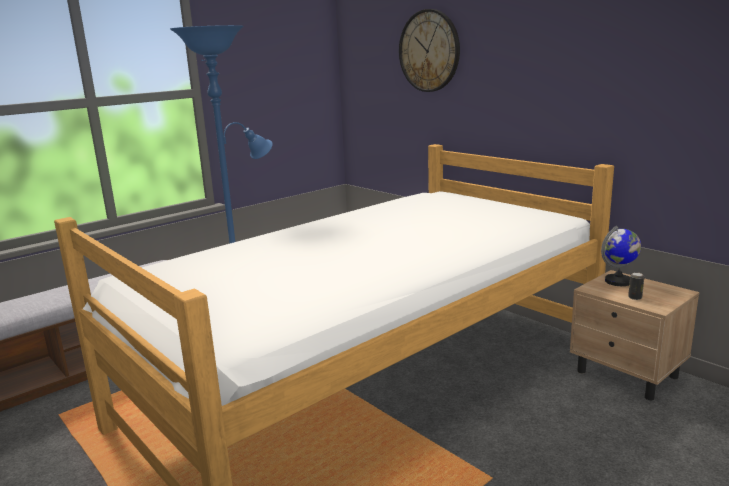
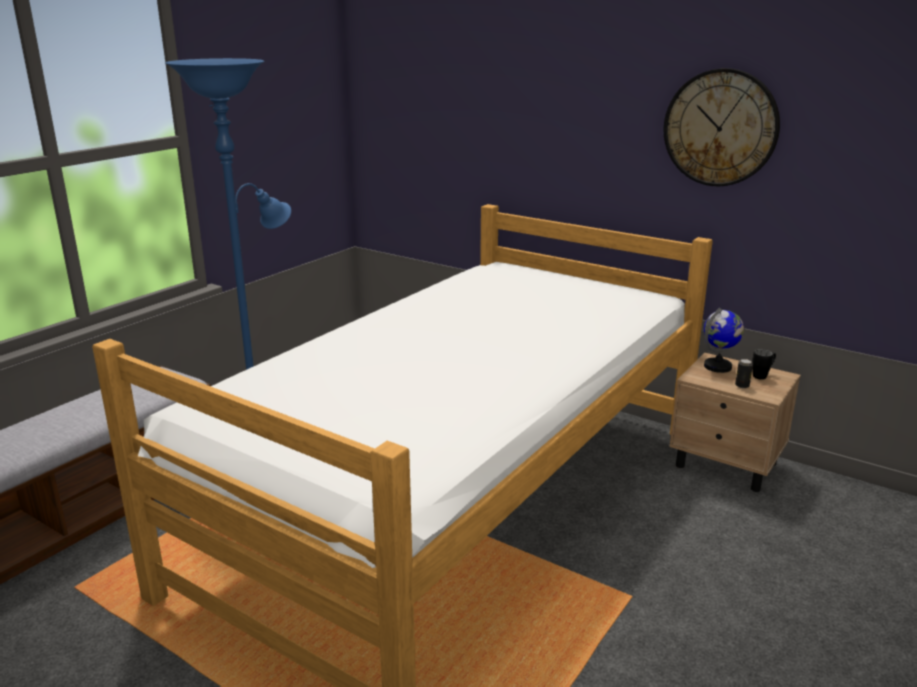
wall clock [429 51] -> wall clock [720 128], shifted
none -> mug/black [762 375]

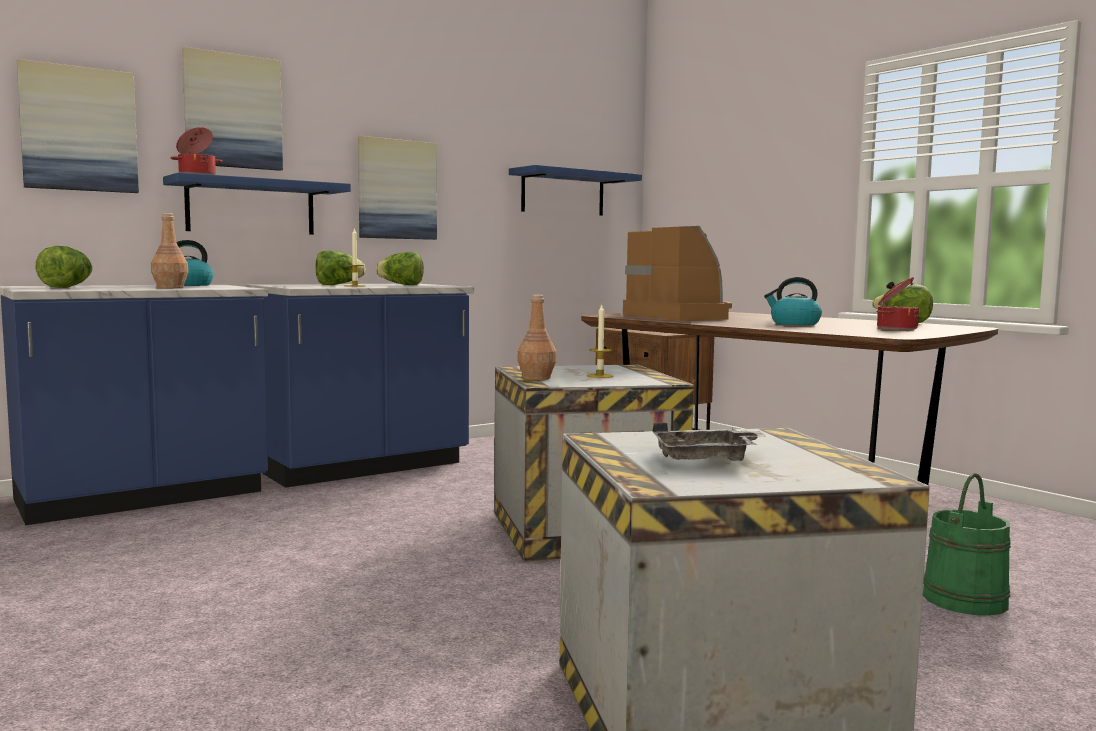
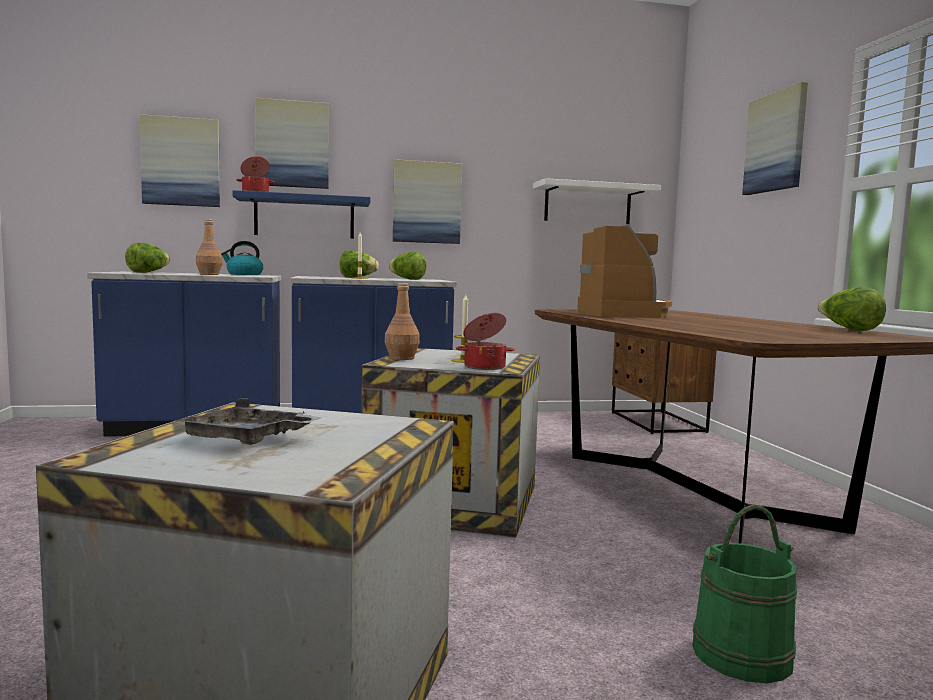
cooking pot [895 328] -> cooking pot [484 367], shifted
shelf/blue [563 193] -> shelf/white [587 204]
none -> picture [775 142]
kettle [794 323] -> none

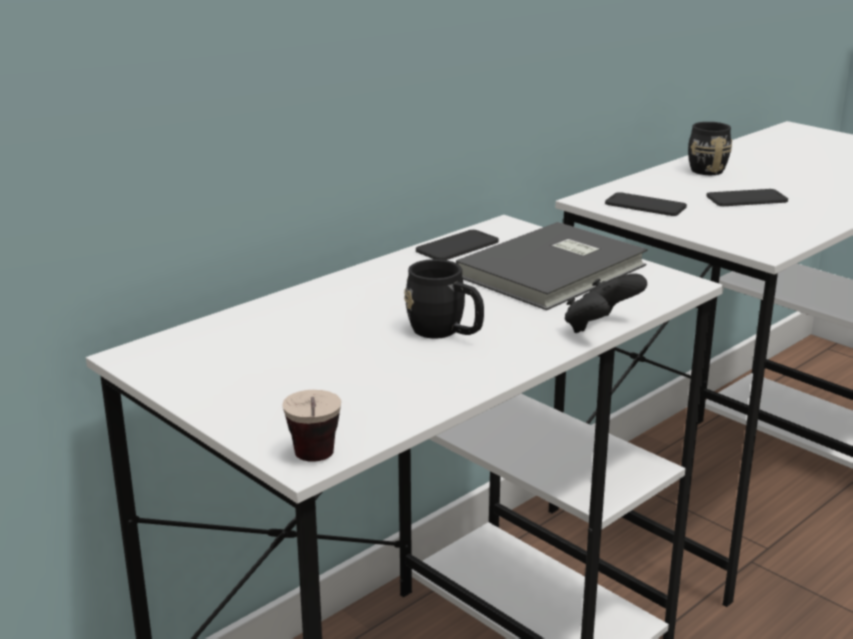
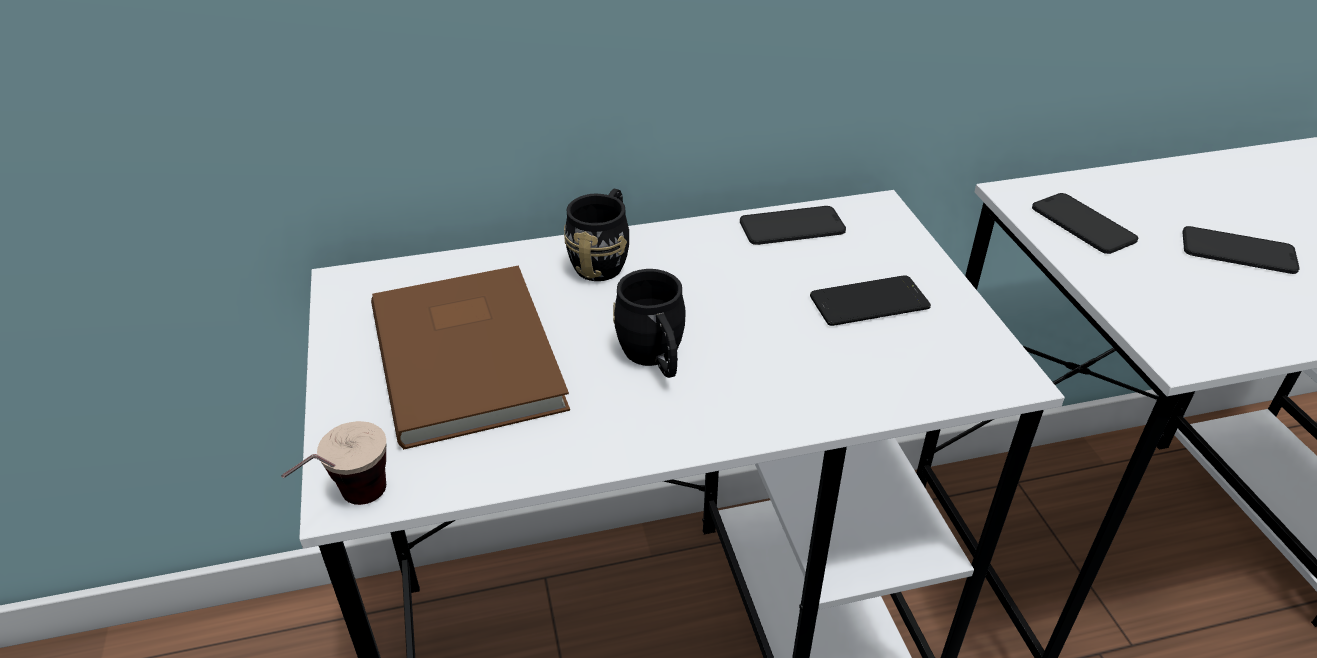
none -> book/brown [472 354]
mug/black [703 168] -> mug/black [604 259], shifted
book/grey [557 271] -> phone [869 302]
game controller/black [600 328] -> none

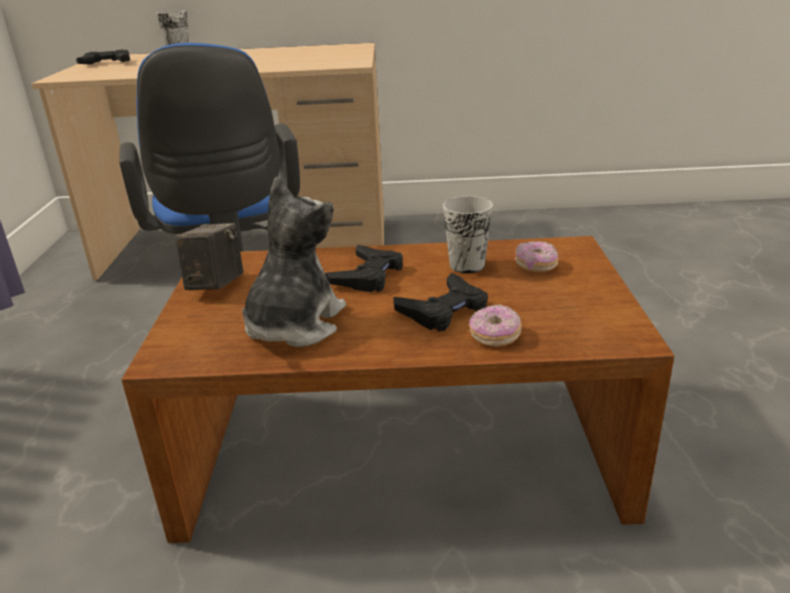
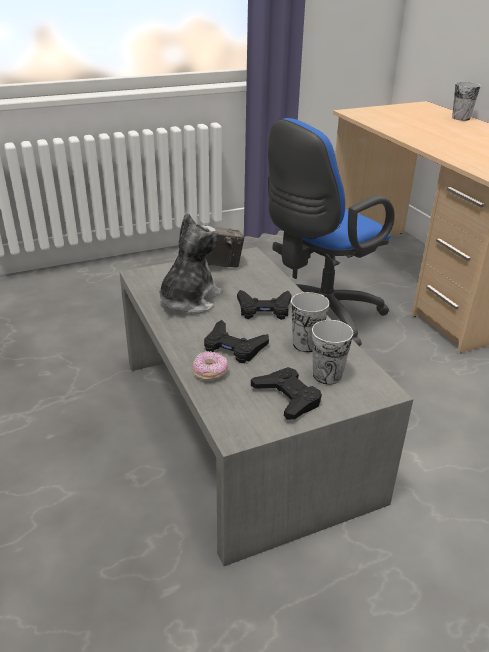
coffee table/brown [402 448] -> coffee table/grey [240 425]
plush toy [294 325] -> plush toy [189 300], 60 degrees counterclockwise
game controller/black [107 63] -> game controller/black [287 397], shifted
donut [536 266] -> cup [327 375]

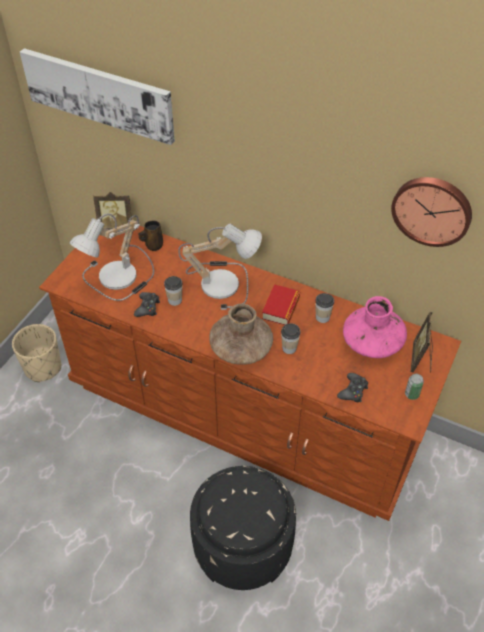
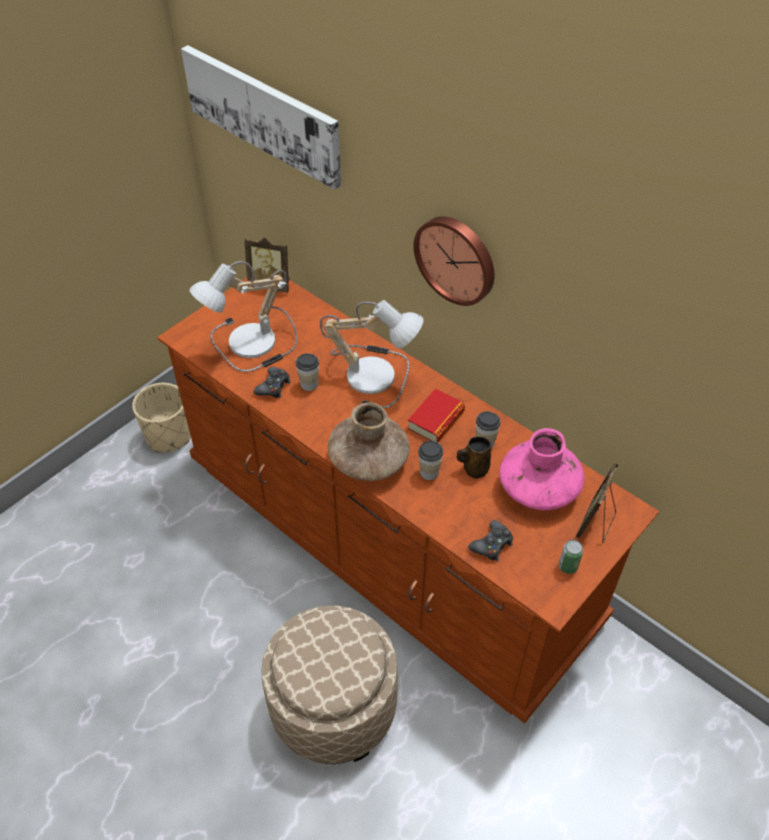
ottoman/black [243 546] -> ottoman/beige [333 707]
wall clock [432 209] -> wall clock [456 259], shifted
mug/brown [153 245] -> mug/brown [474 469], shifted

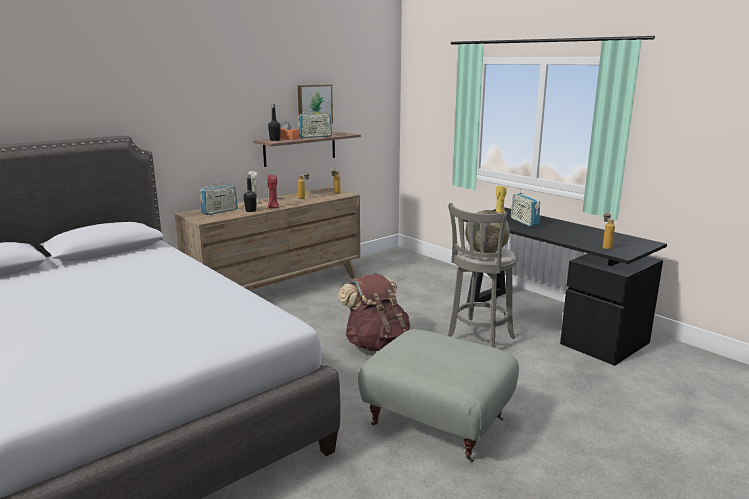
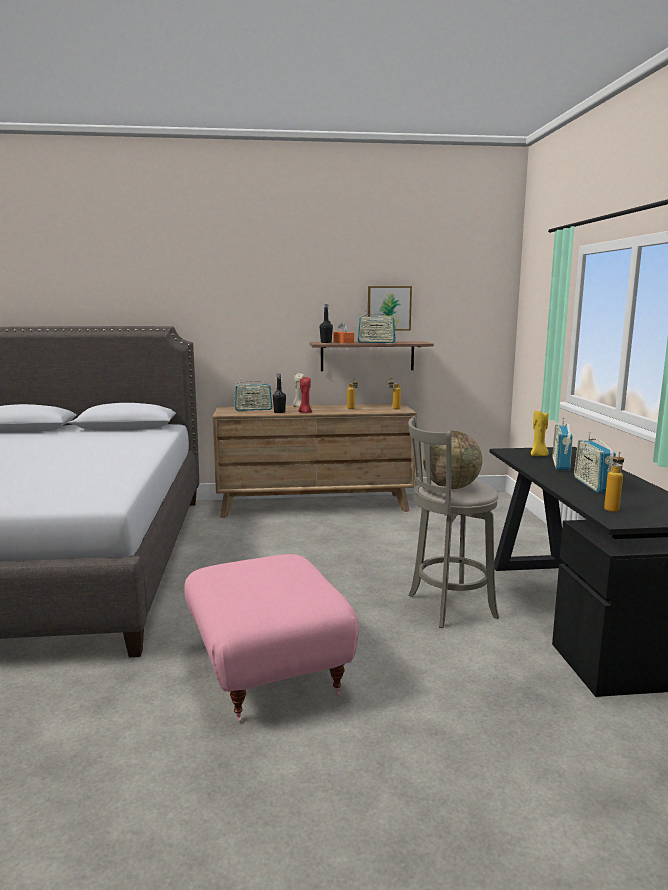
ottoman/grey [436 423] -> ottoman/pink [266 671]
none -> radio [592 485]
backpack/brown [376 344] -> none

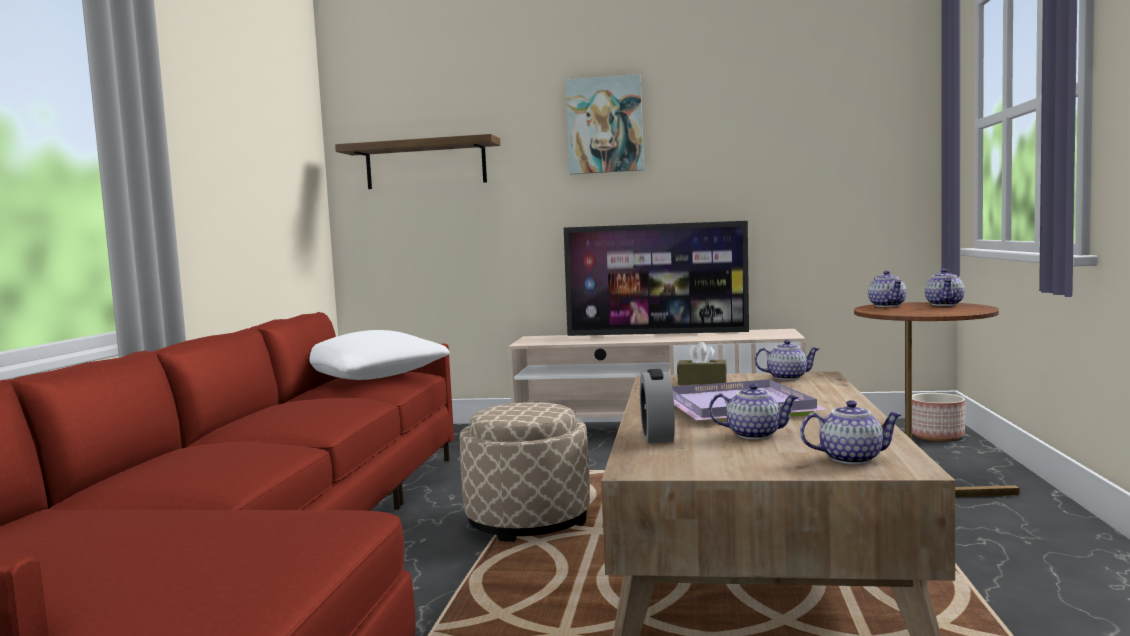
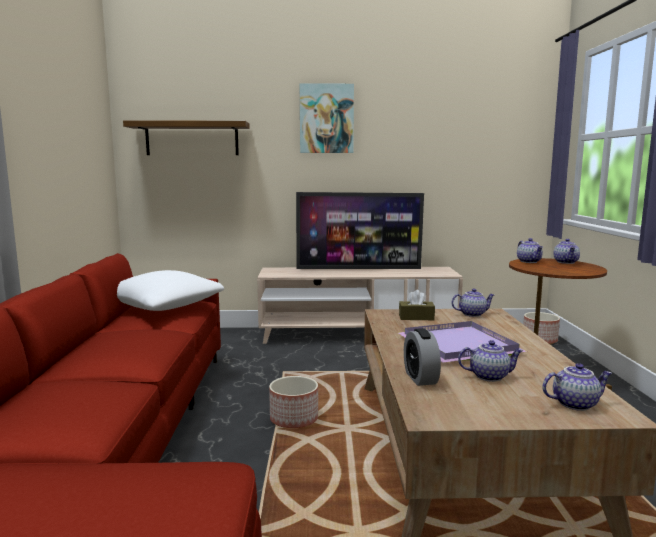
ottoman/beige [528 521] -> planter [294 419]

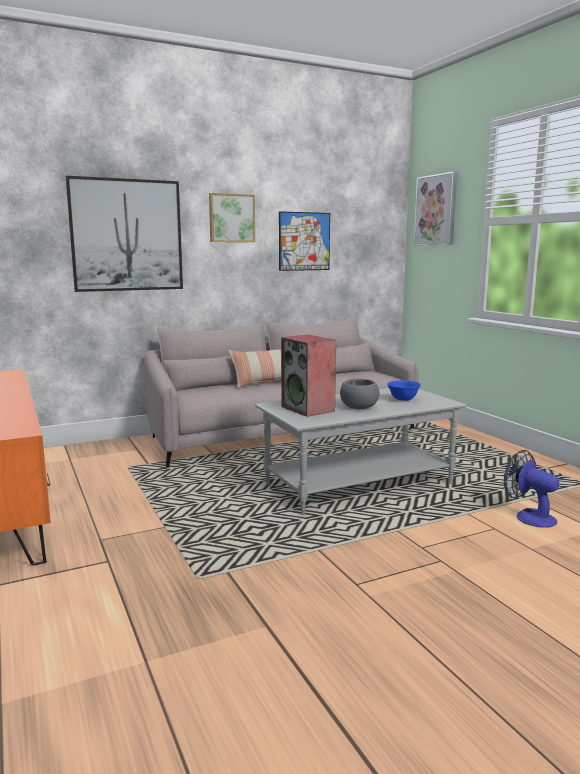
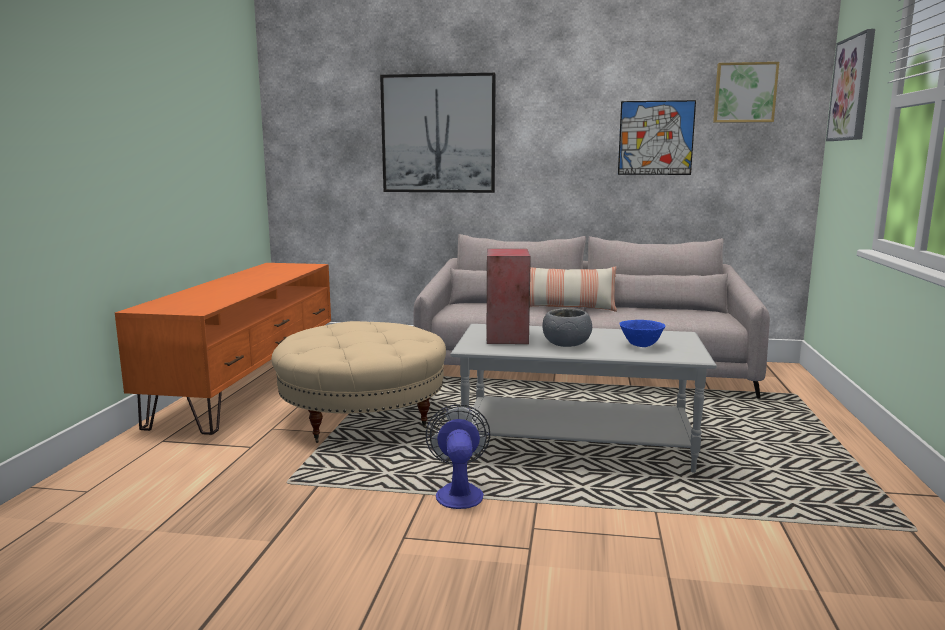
none -> ottoman/beige [363 415]
fan [529 516] -> fan [459 492], shifted
picture [231 218] -> picture [744 93], shifted

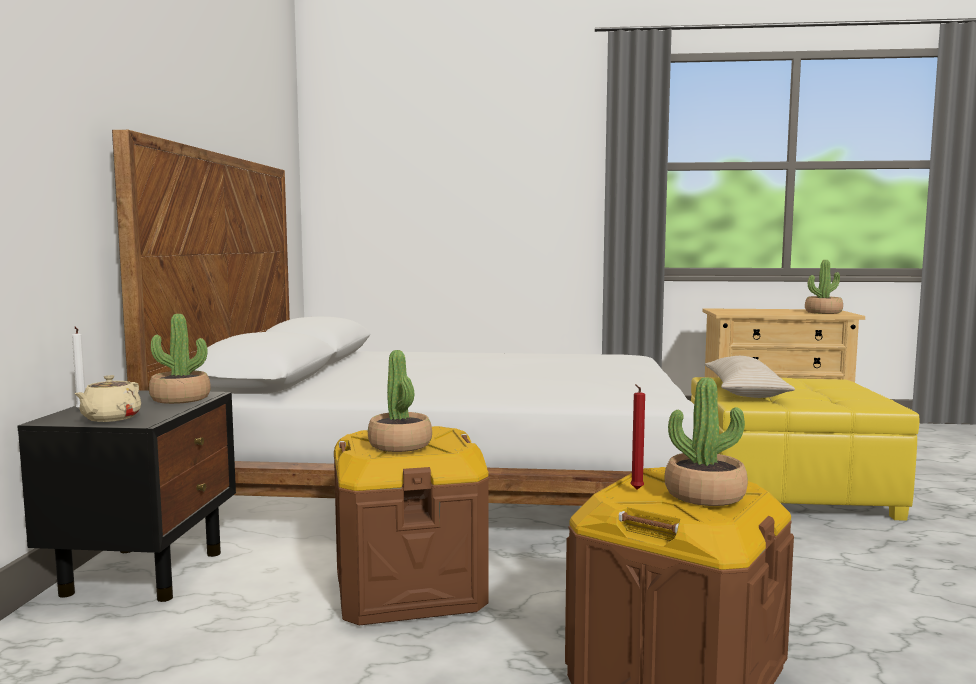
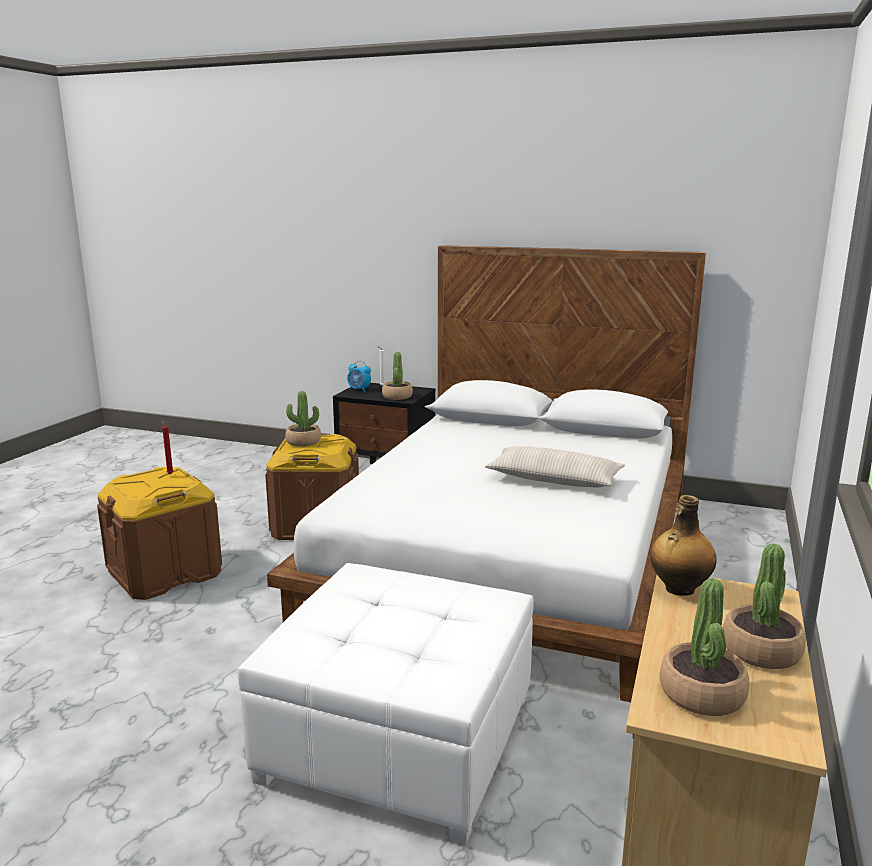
ottoman/yellow [785 488] -> ottoman/white [401 737]
teapot/beige [110 418] -> alarm clock [359 390]
pillow/beige [745 391] -> pillow/beige [554 480], shifted
none -> bottle [678 589]
potted plant [705 495] -> potted plant [761 651], shifted

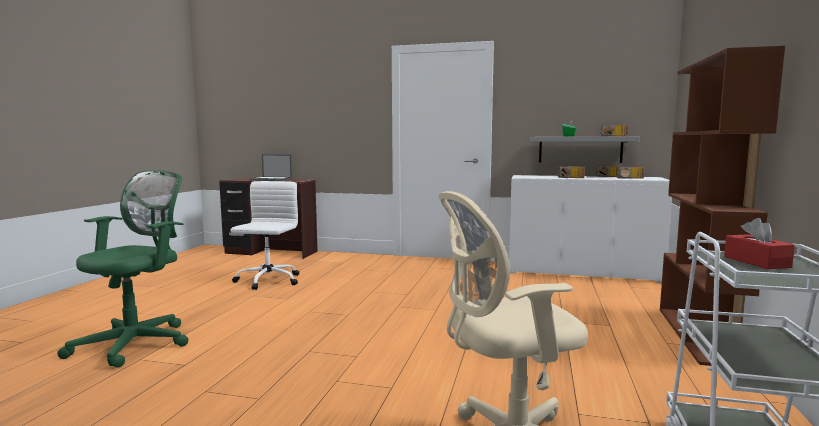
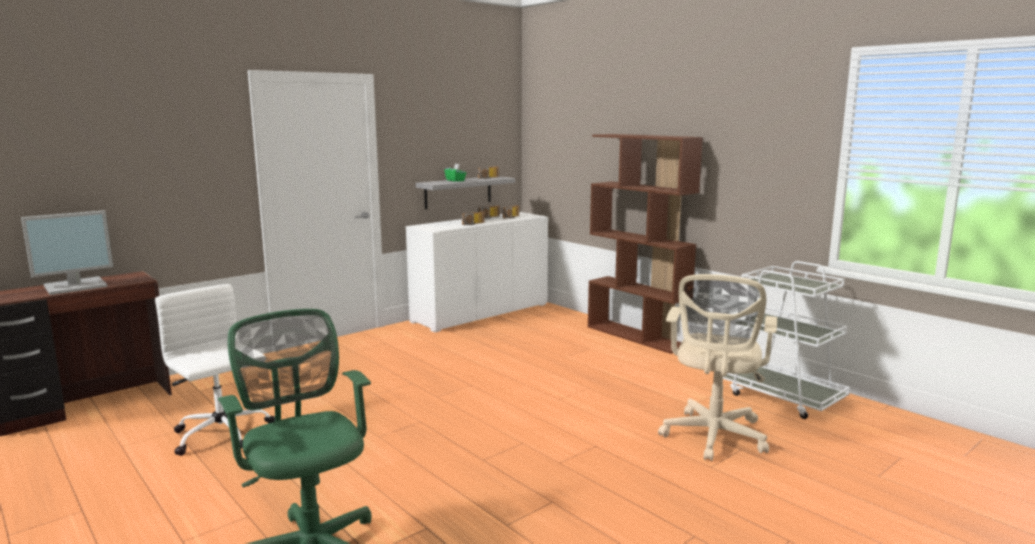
laptop [271 179] -> monitor [76 286]
tissue box/red [756 262] -> none

